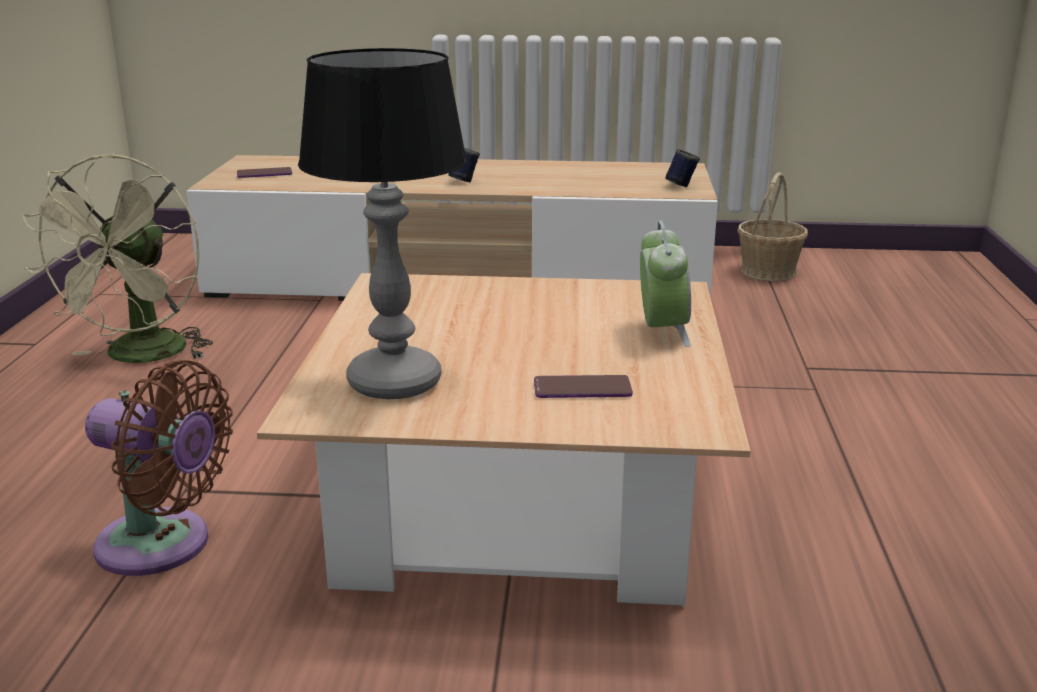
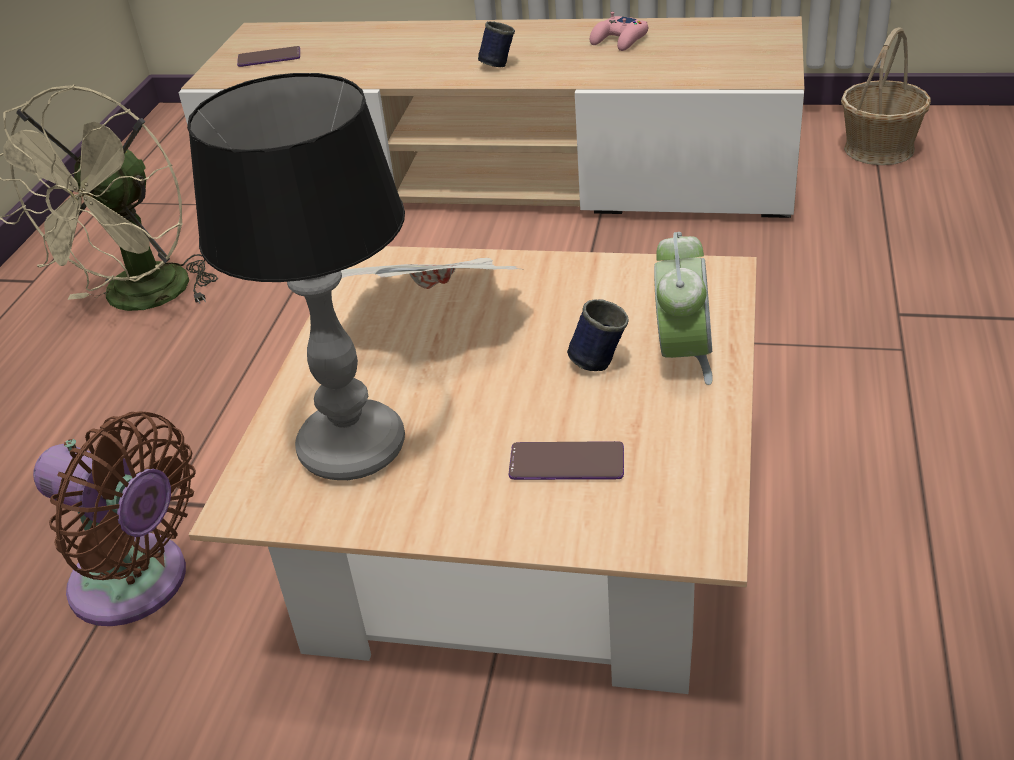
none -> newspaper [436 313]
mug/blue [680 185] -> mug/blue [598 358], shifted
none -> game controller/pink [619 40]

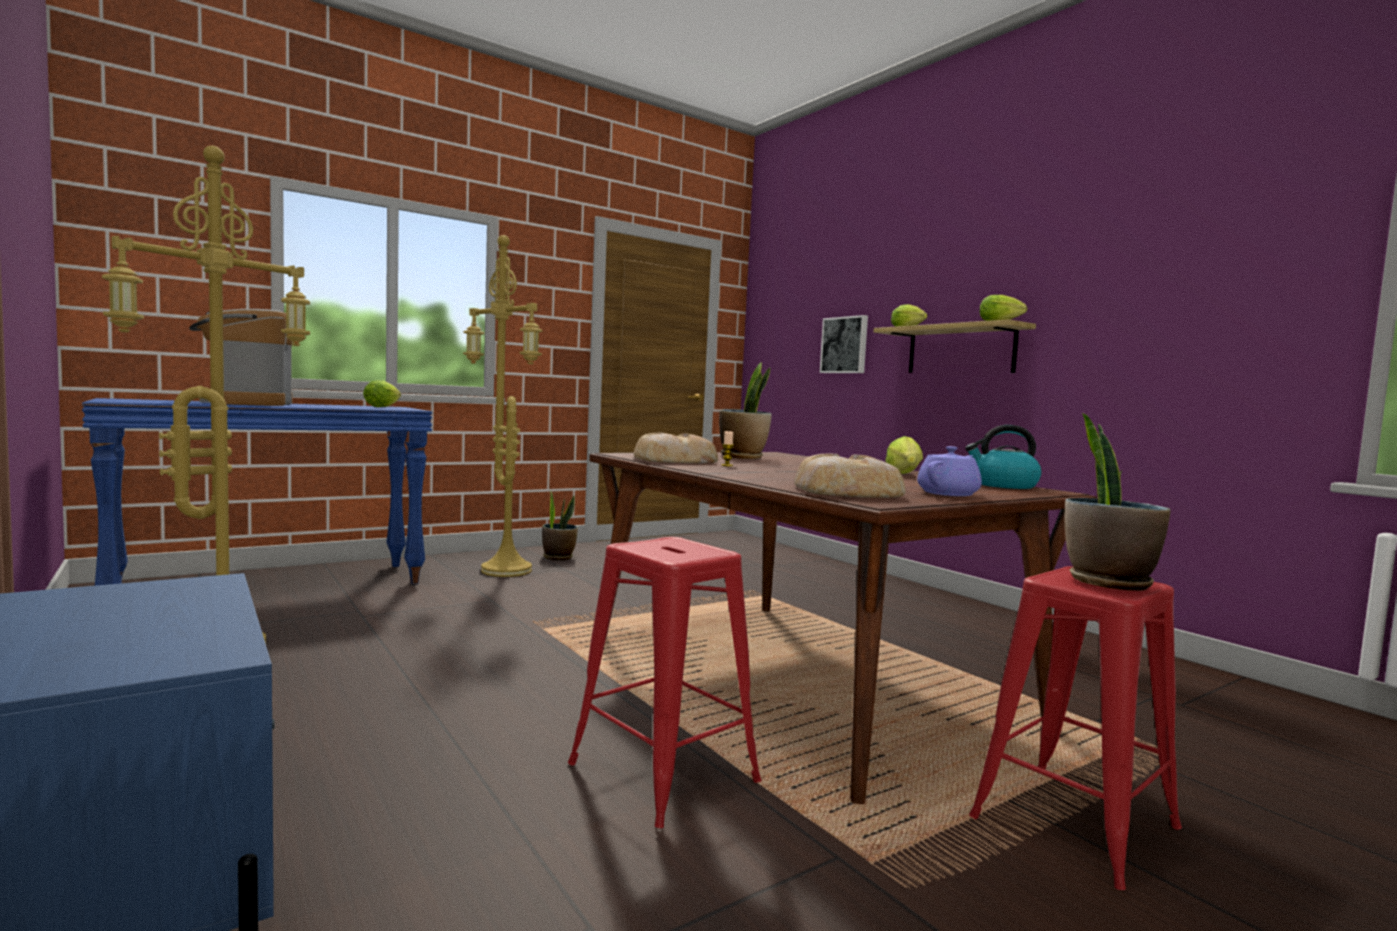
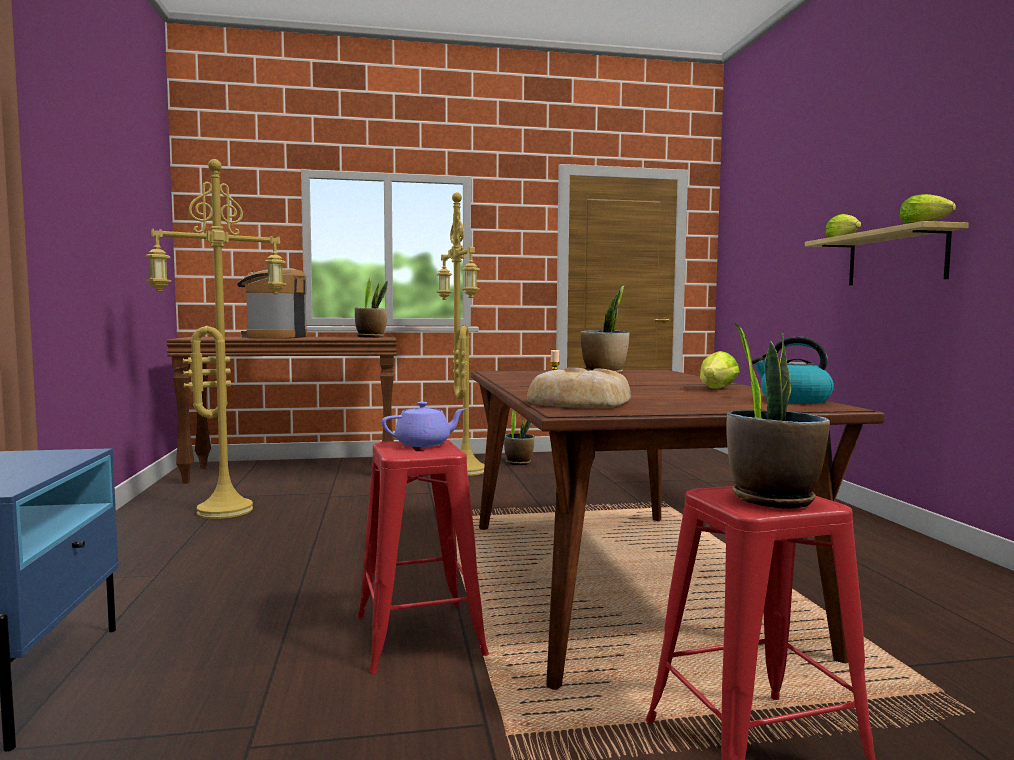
console table/blue [273 586] -> console table/brown [294 471]
lettuce [383 407] -> potted plant [371 337]
teapot/purple [949 494] -> teapot/purple [424 444], shifted
bread [673 460] -> none
picture [845 345] -> none

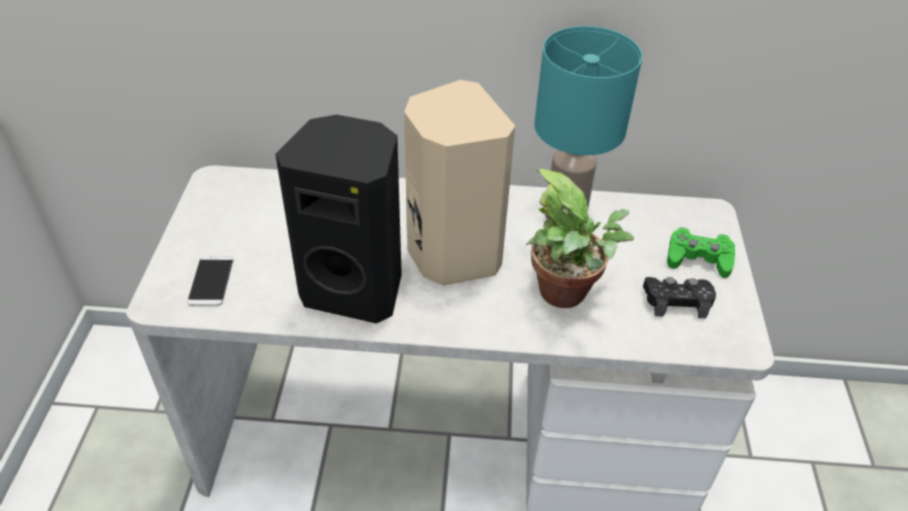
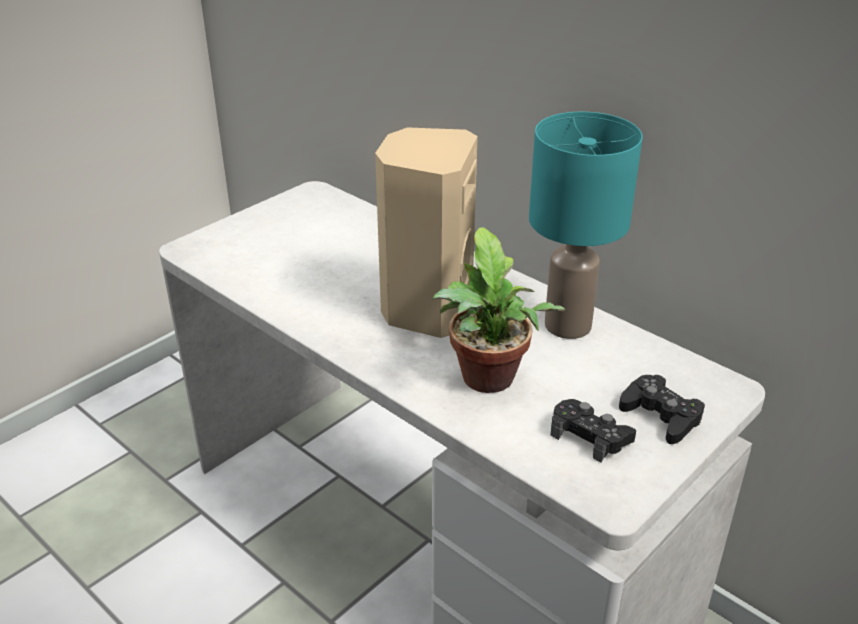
game controller/green [698 258] -> game controller/black [661 416]
phone [211 281] -> none
speaker/black [355 288] -> none

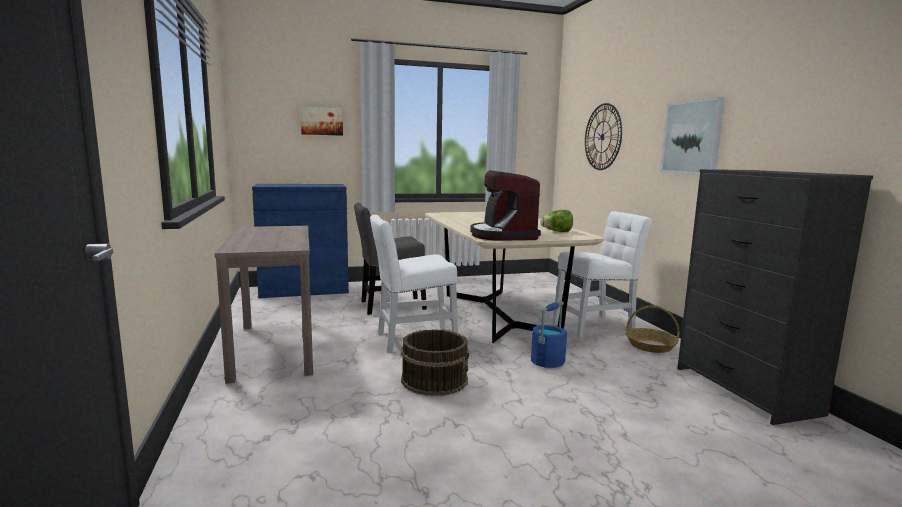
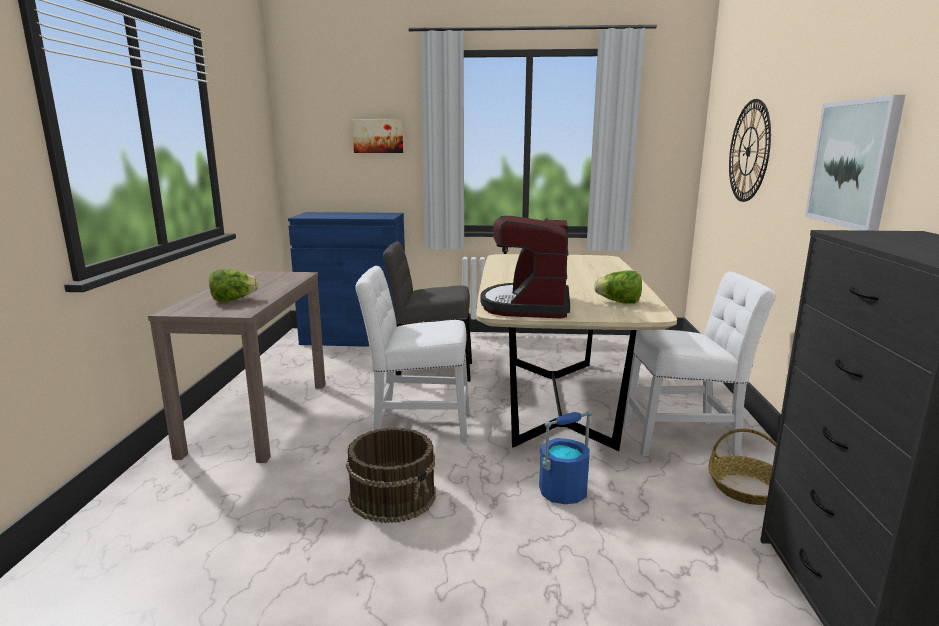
none -> lettuce [233 300]

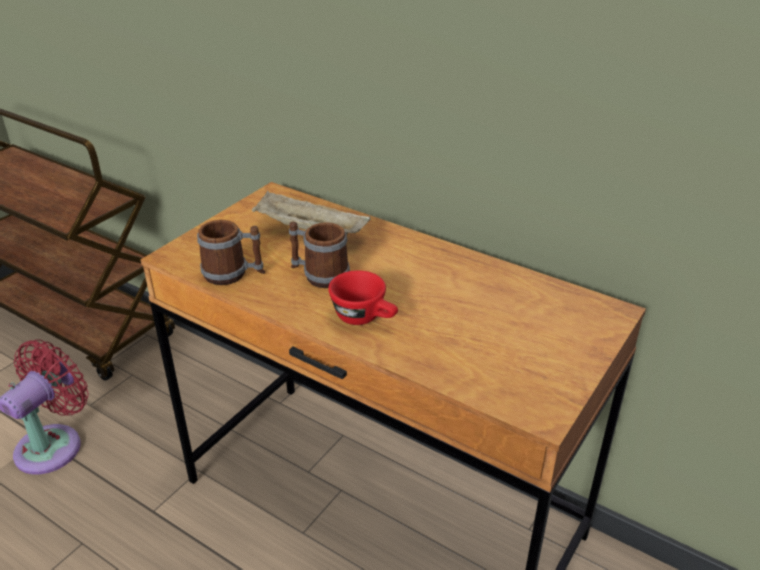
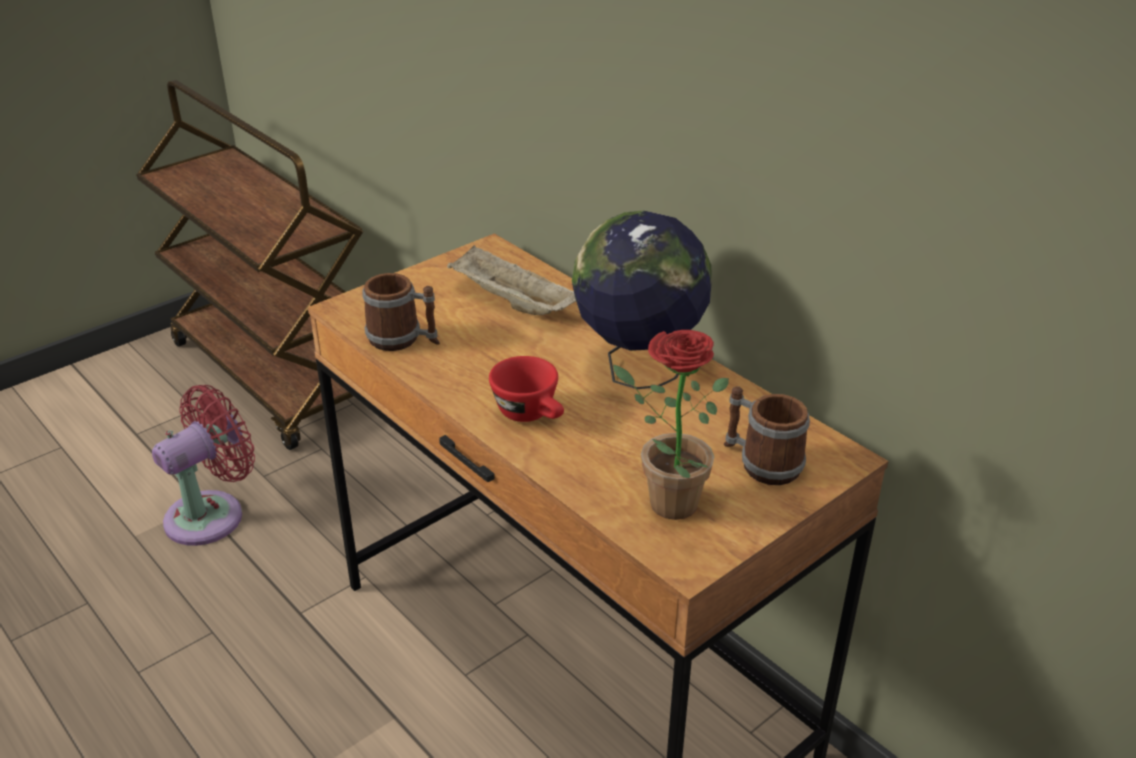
none -> globe [637 370]
none -> potted plant [663 501]
mug [319 275] -> mug [761 463], shifted

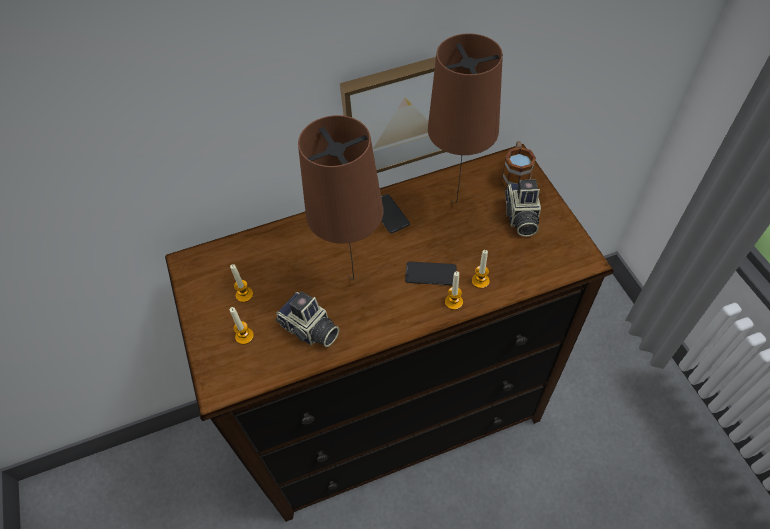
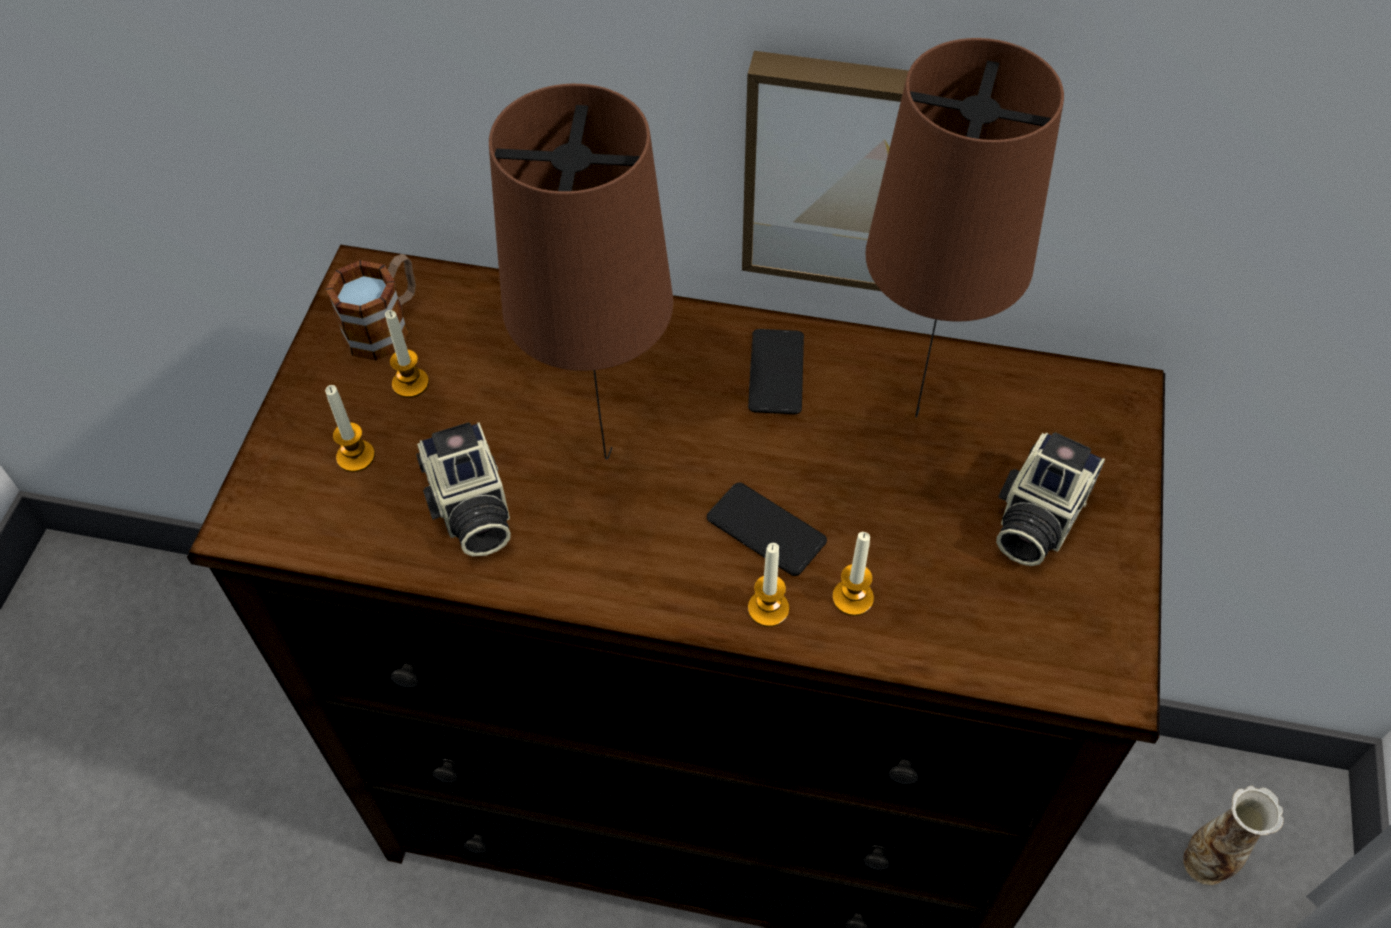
mug [516 175] -> mug [386 325], shifted
none -> vase [1206 863]

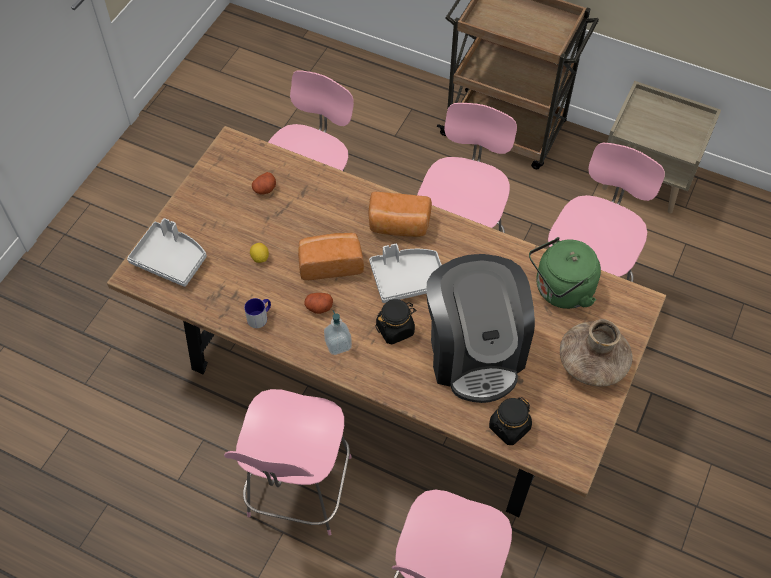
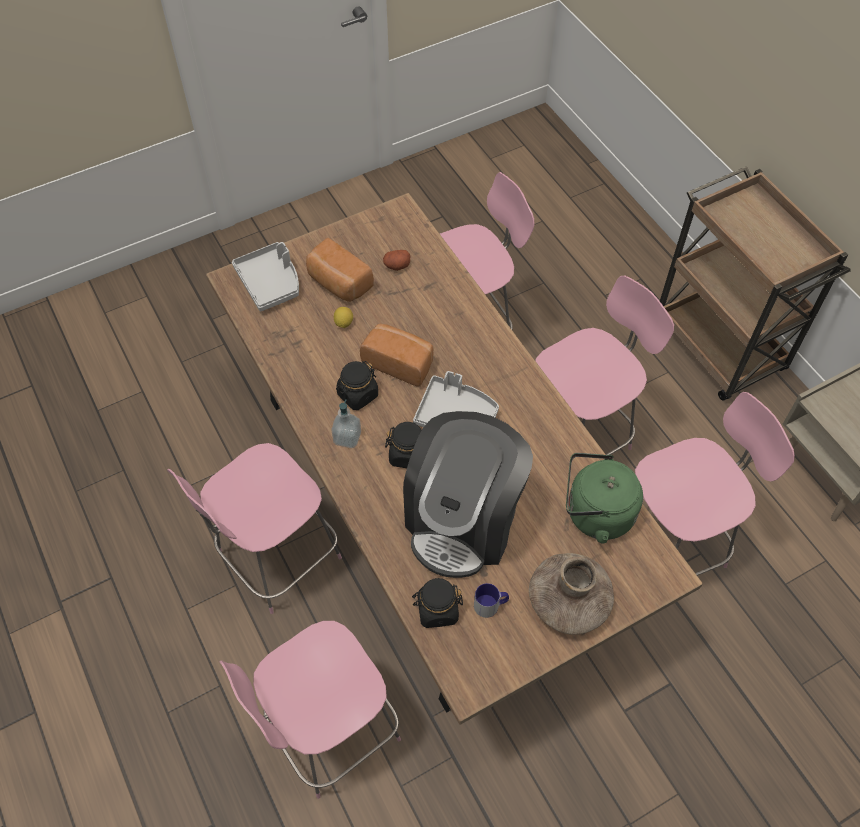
bread [398 226] -> bread [338 283], shifted
potato [318 307] -> jar/black [357 395]
mug [260 317] -> mug [490 605], shifted

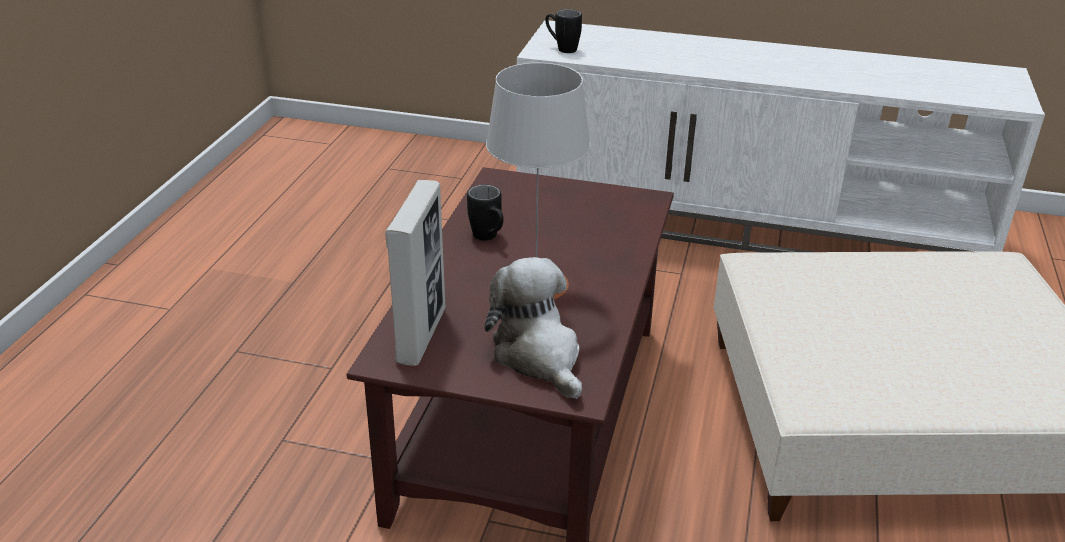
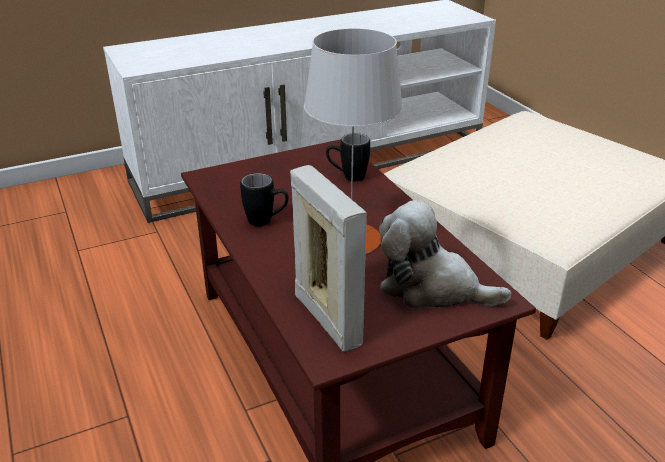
mug/black [562 48] -> mug/black [347 177], shifted

